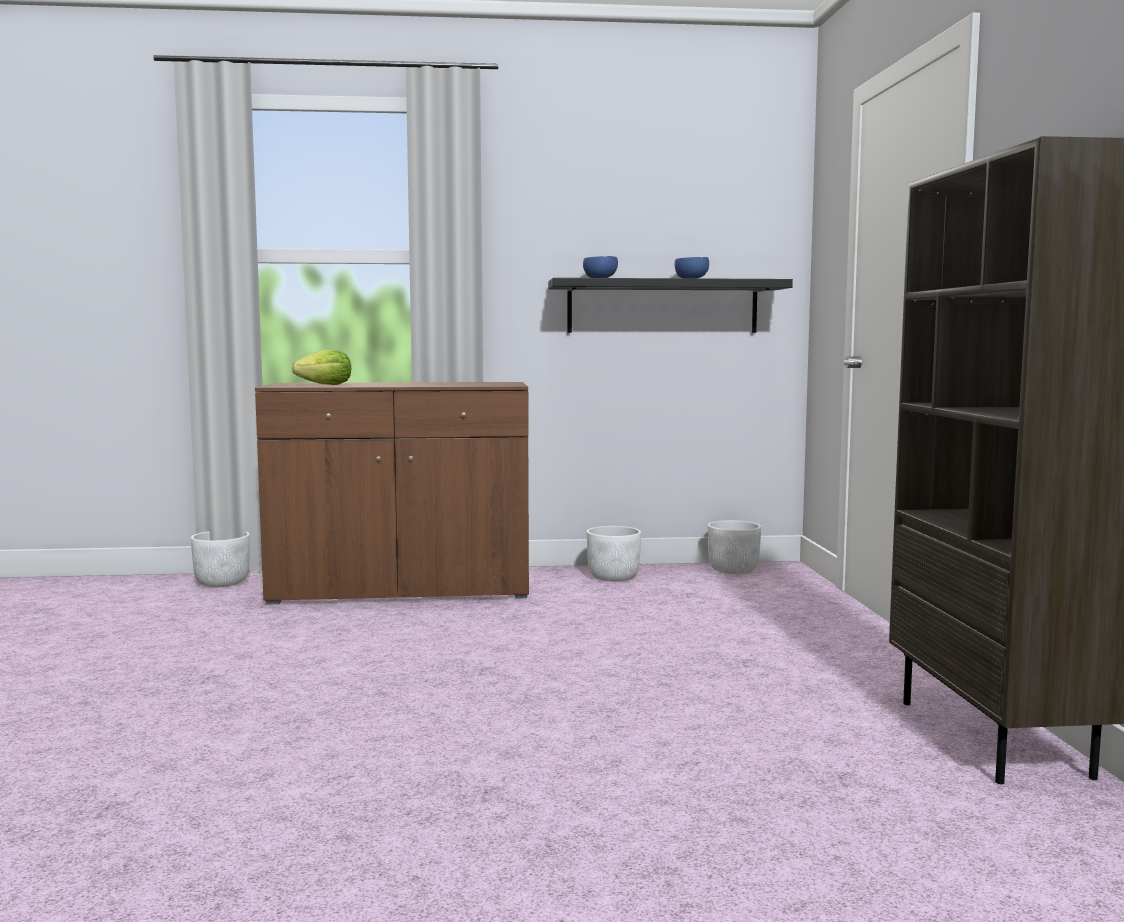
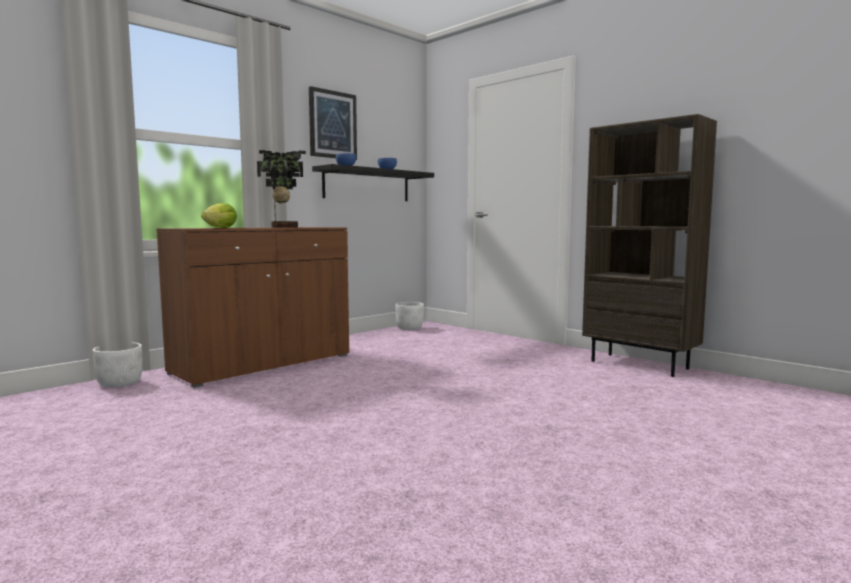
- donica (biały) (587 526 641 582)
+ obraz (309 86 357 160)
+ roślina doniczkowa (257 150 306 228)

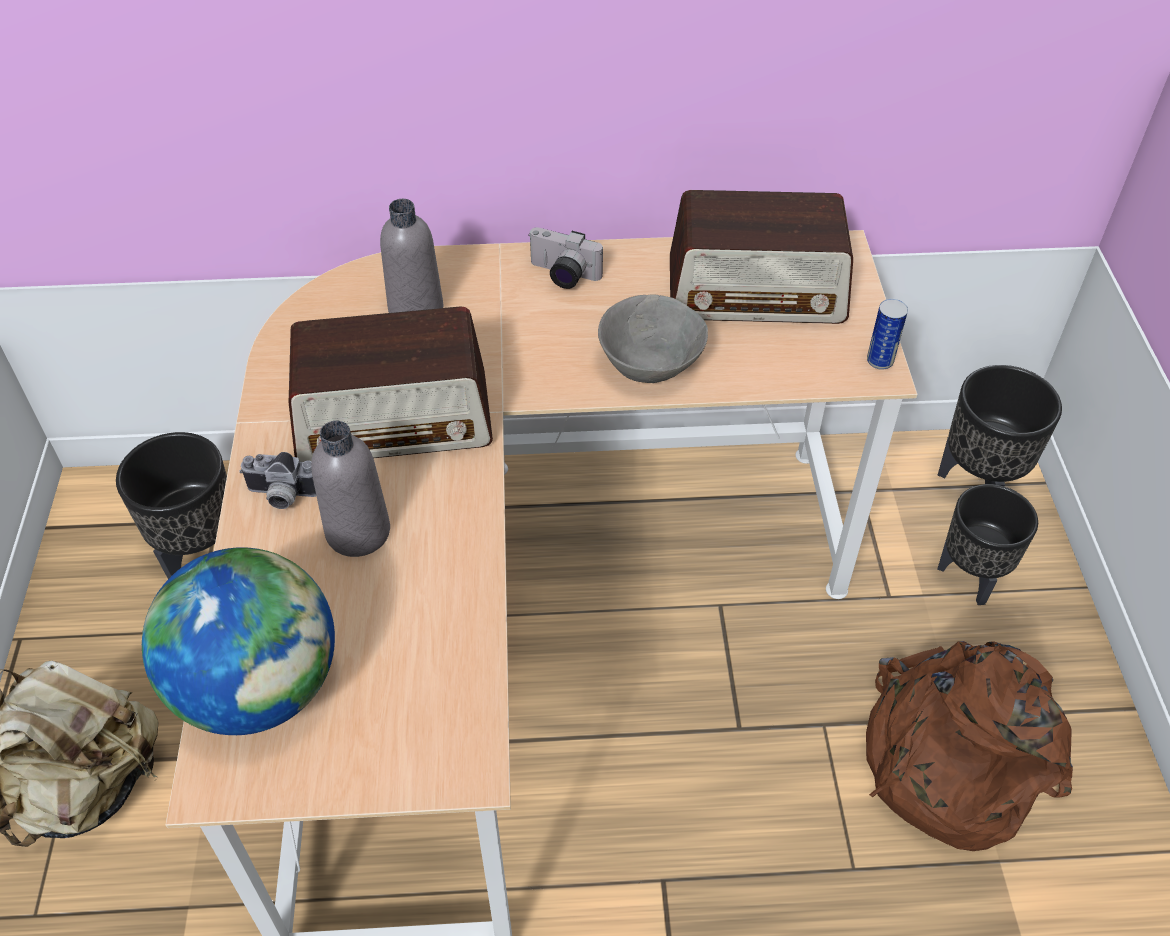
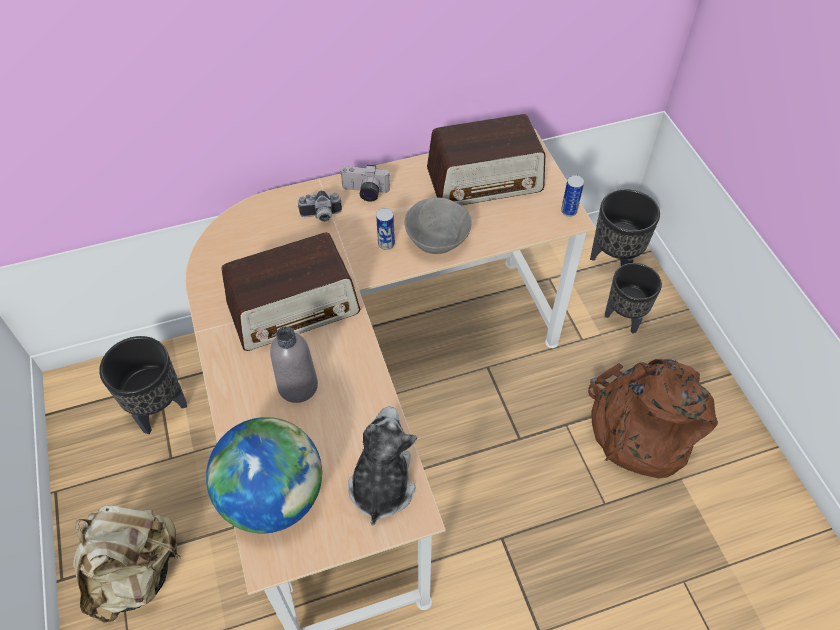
- butelka (szary) (380 199 443 313)
~ aparat fotograficzny (239 452 316 509) to (298 191 342 222)
+ puszka (376 208 395 250)
+ pluszak (348 407 417 526)

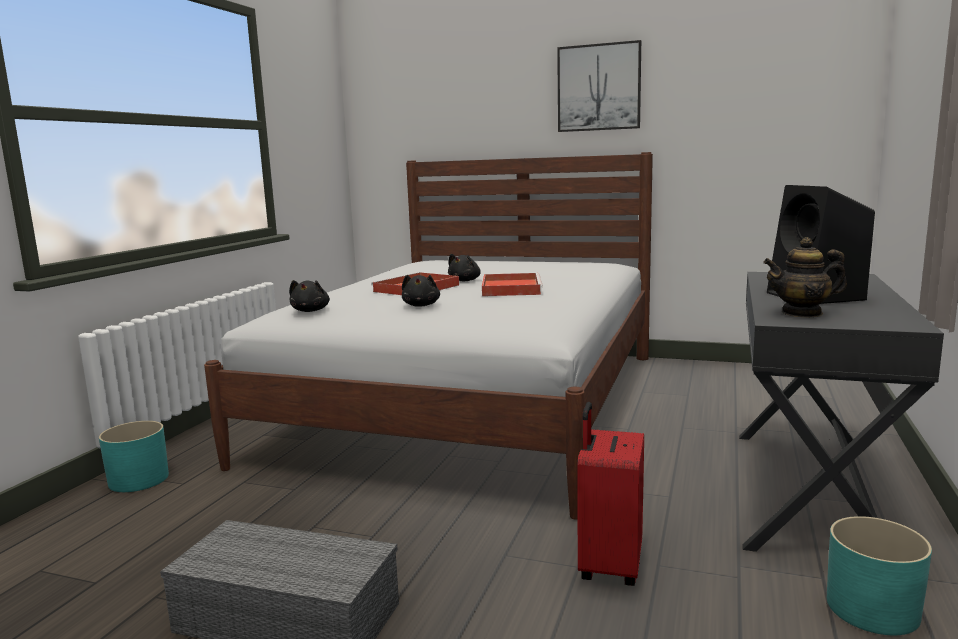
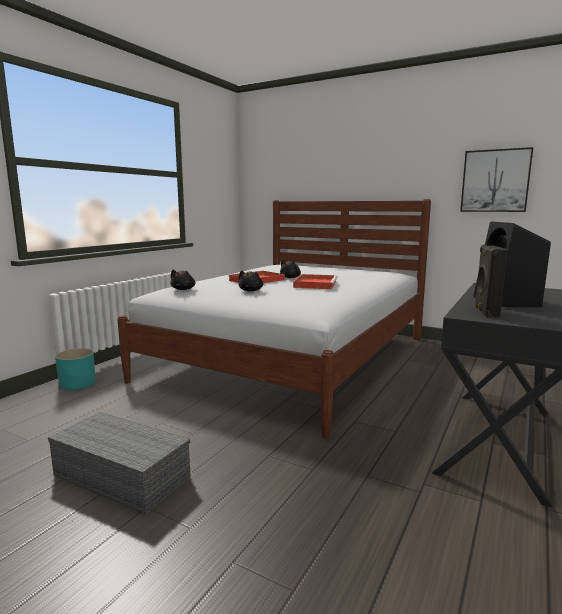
~ obraz (557 40 641 132) to (460 147 533 212)
~ imbryk (763 237 847 317) to głośnik (czarny) (475 245 508 318)
- walizka (czerwony) (577 402 644 586)
- donica (turkusowy) (827 516 932 635)

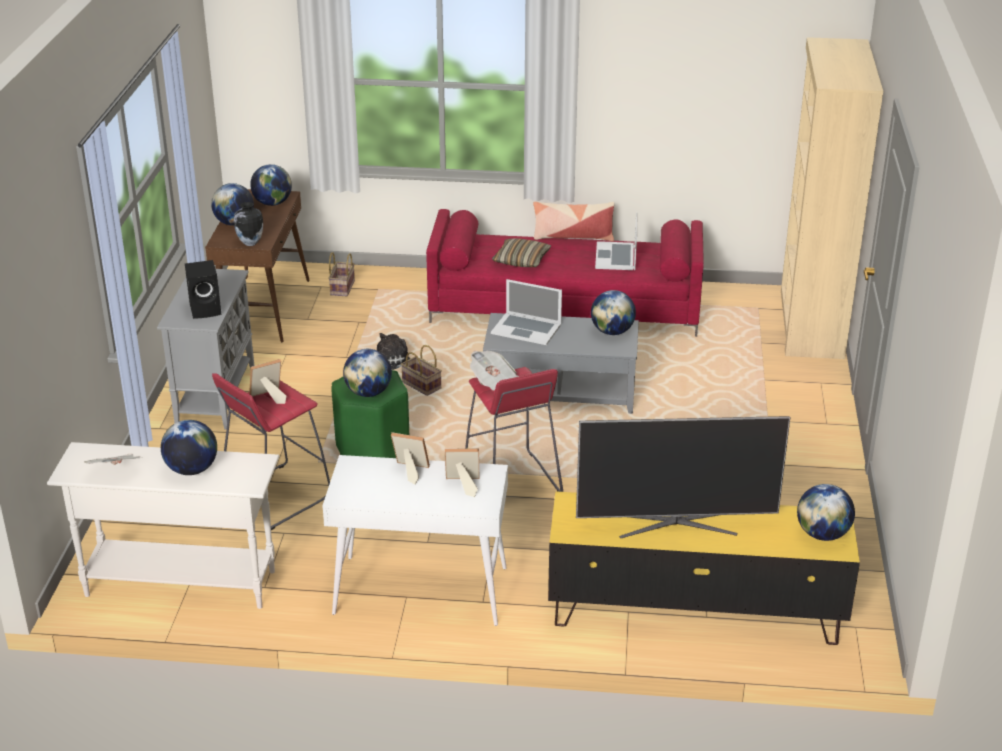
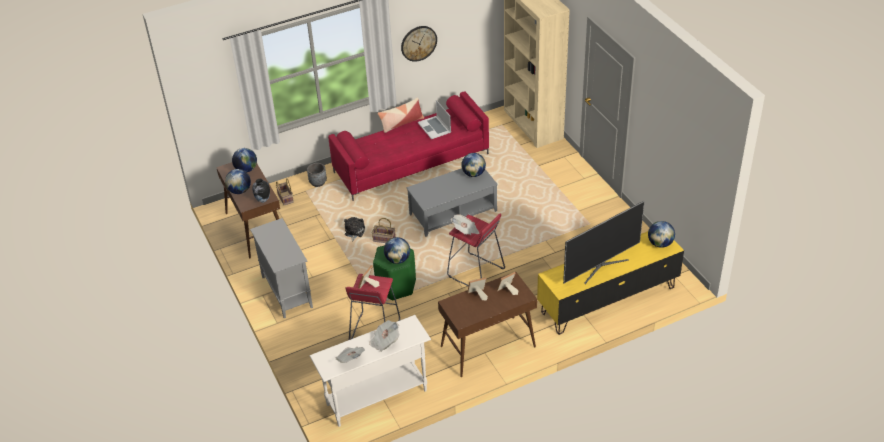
- poduszka (492 238 551 267)
- głośnik (czarny) (185 260 222 319)
- laptop (491 279 562 345)
~ globus (161 420 217 475) to gazeta (369 320 400 352)
~ stolik konsolowy (biały) (322 455 508 626) to stolik konsolowy (brązowy) (438 272 537 377)
+ zegar ścienny (401 26 437 62)
+ donica (szary) (307 163 327 187)

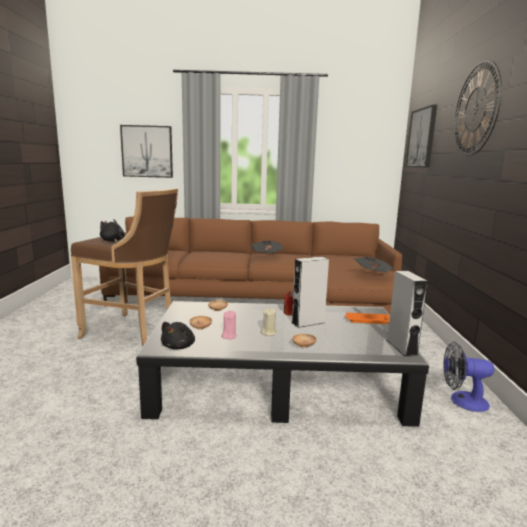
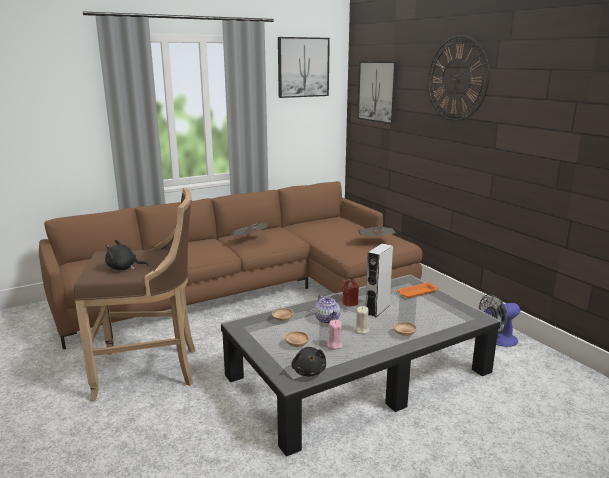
~ obraz (120 125 173 178) to (278 37 330 98)
- głośnik (szary) (387 271 428 357)
+ imbryk (315 295 340 324)

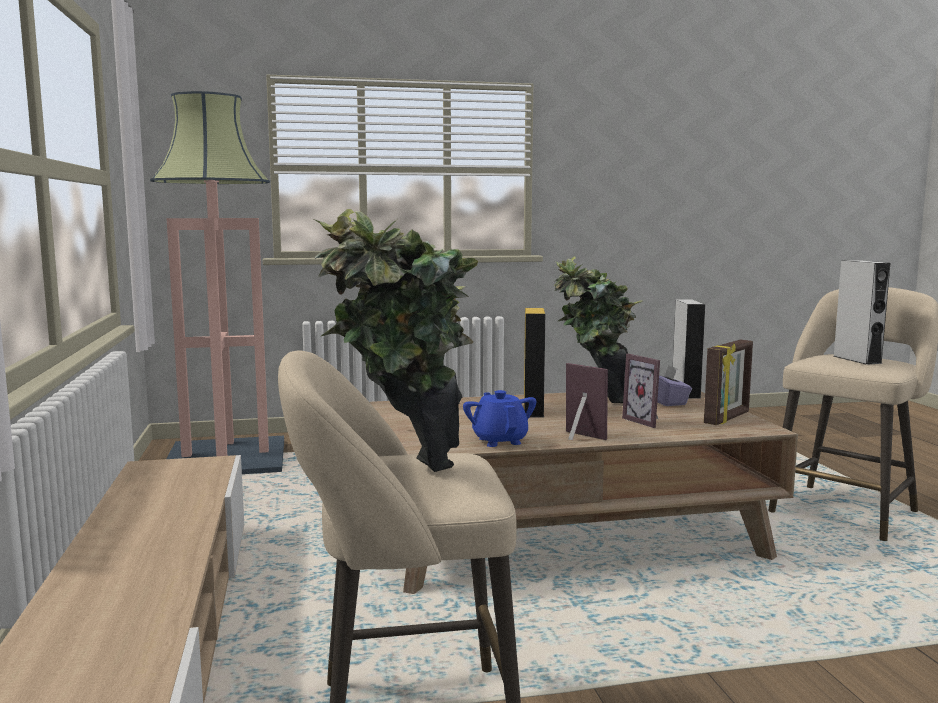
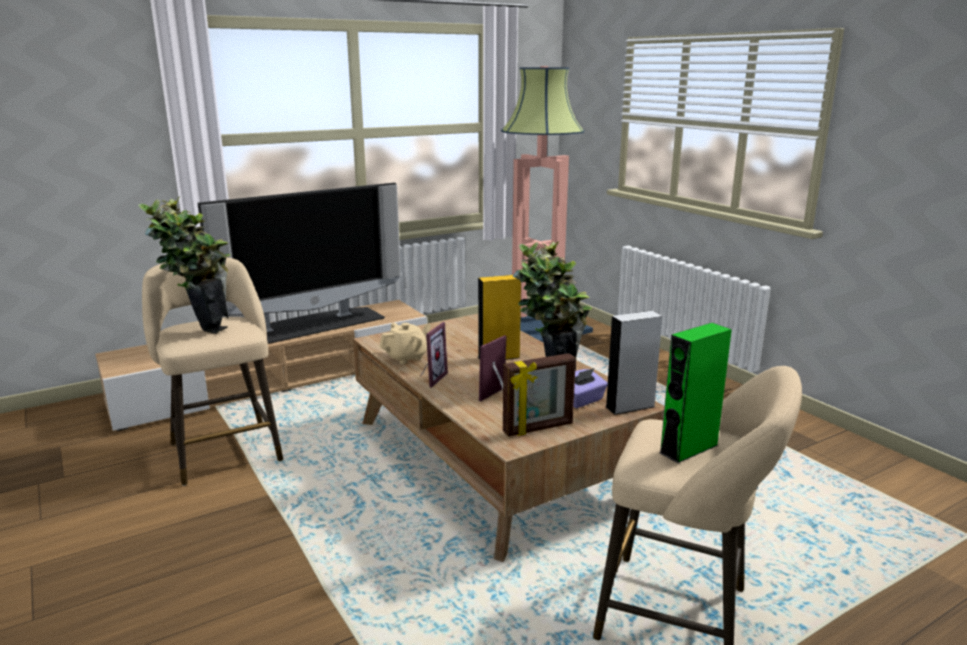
~ głośnik (szary) (833 260 890 365) to głośnik (zielony) (659 323 732 463)
~ ramka na zdjęcie (704 340 753 425) = (503 353 576 437) 45 degrees counterclockwise
~ imbryk (niebieski) (463 390 536 447) to imbryk (beżowy) (379 323 431 364)
+ telewizor (197 183 401 344)

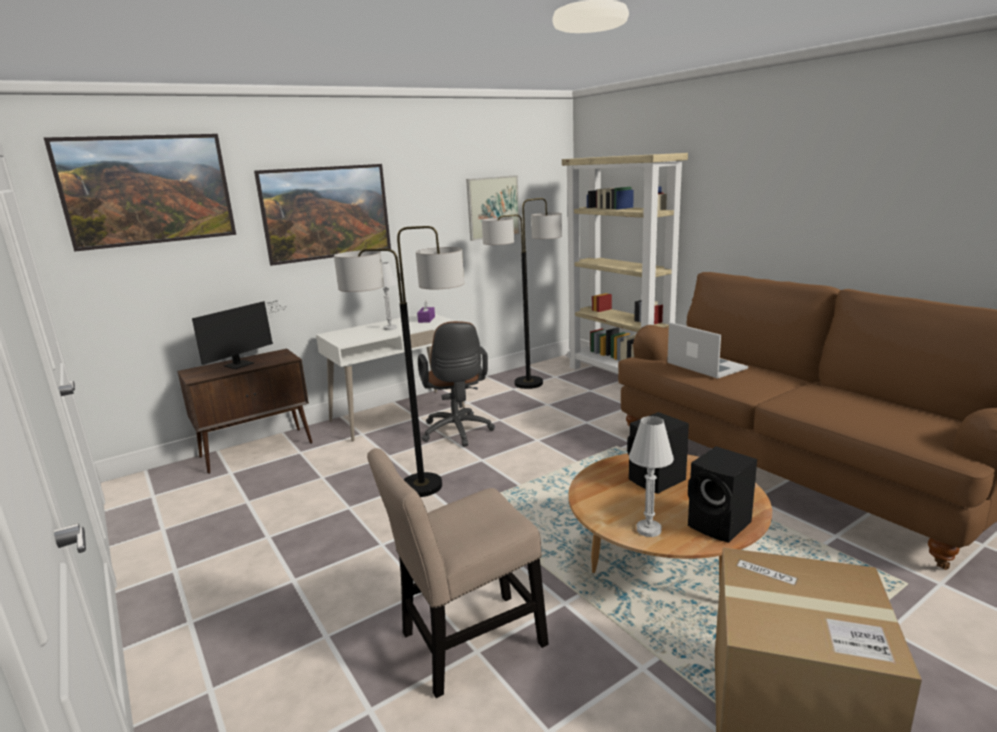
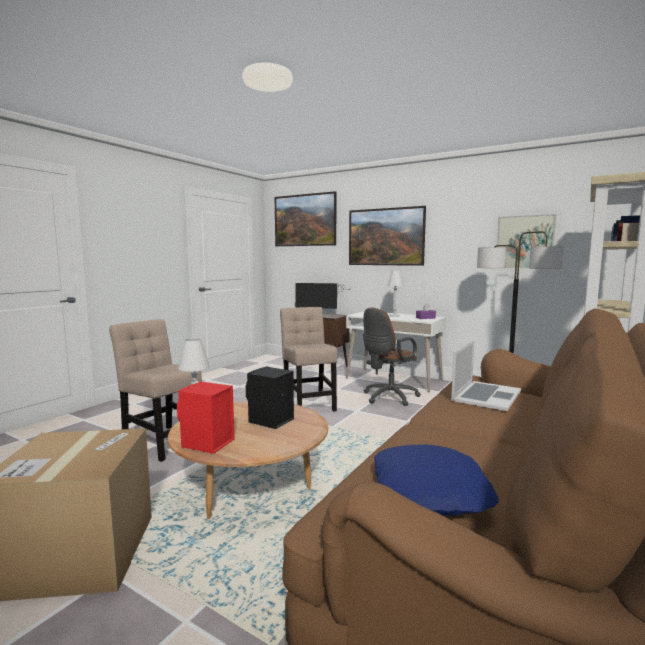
~ lampa stojąca (334 226 465 497) to krzesło (beżowy) (280 307 337 411)
~ głośnik (czarny) (688 446 757 543) to głośnik (czerwony) (177 381 235 454)
+ poduszka (niebieski) (374 445 499 516)

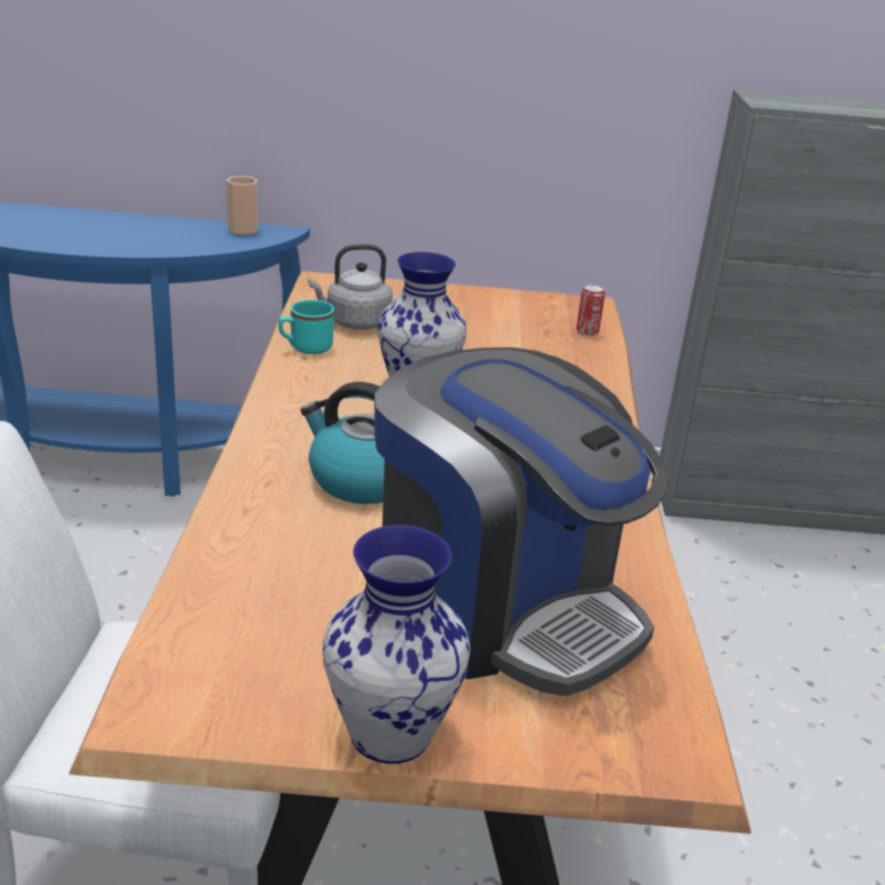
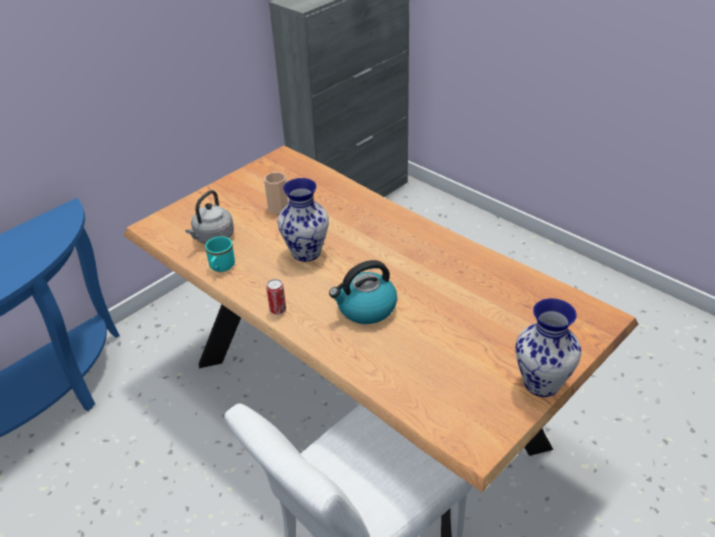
~ filiżanka (226 176 258 235) to (264 172 289 214)
~ puszka (576 284 605 336) to (266 279 286 315)
- ekspres do kawy (374 347 669 696)

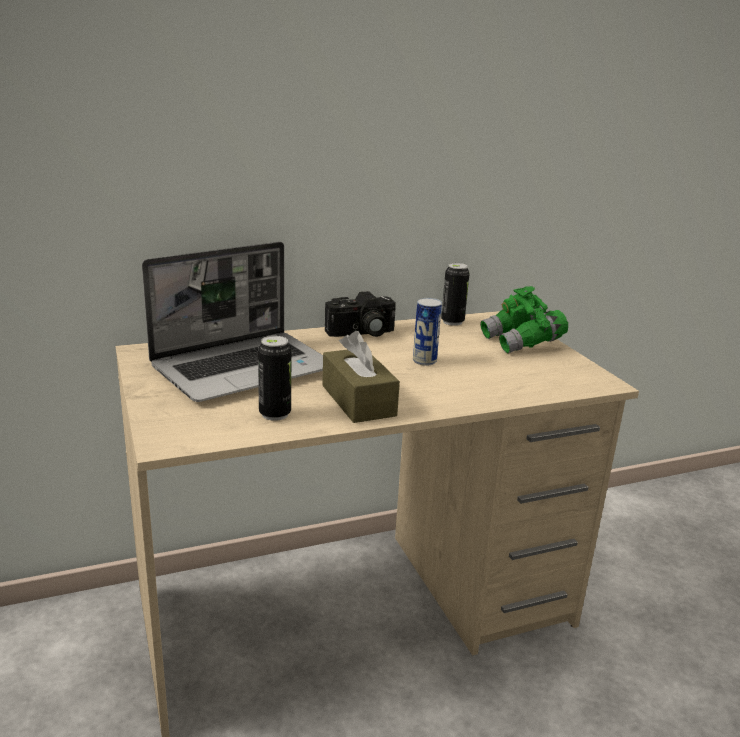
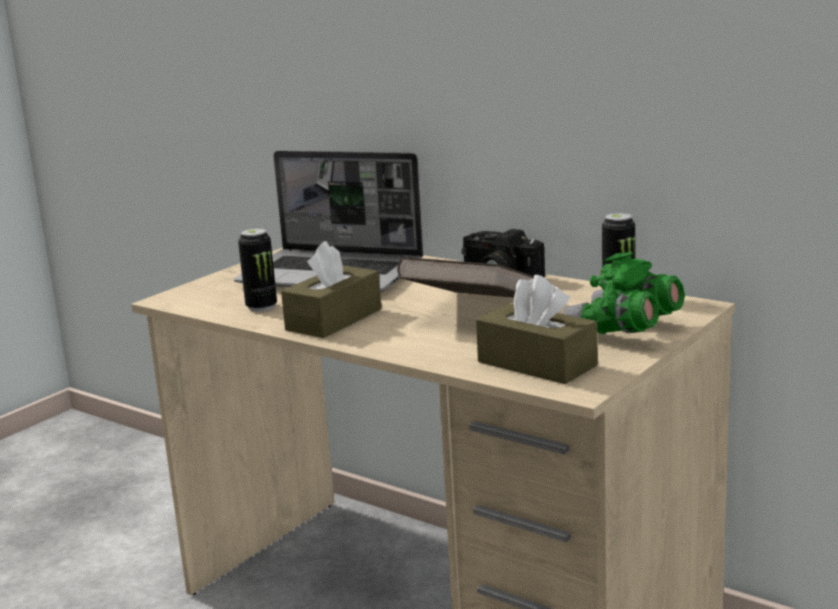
~ puszka (413 298 442 366) to książka (brązowy) (397 257 534 298)
+ pudełko chusteczek (brązowy) (476 275 598 384)

